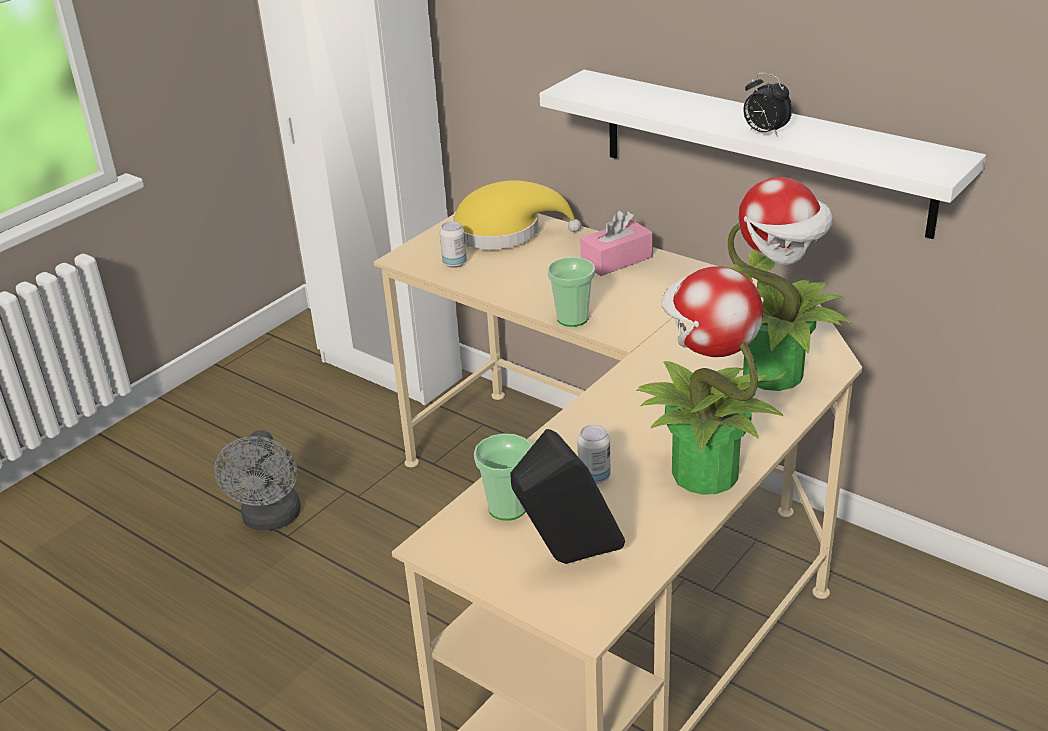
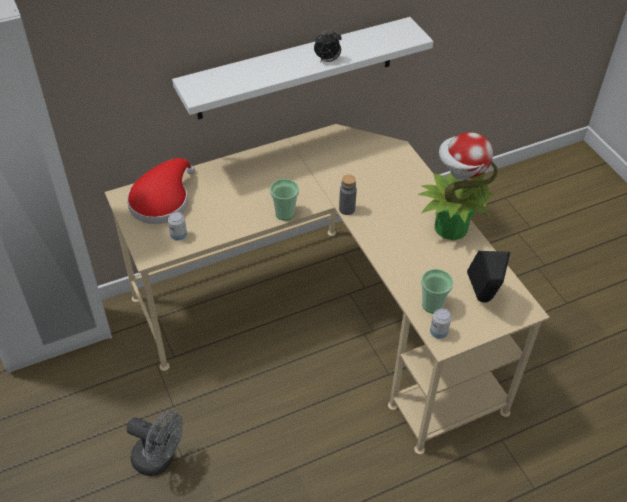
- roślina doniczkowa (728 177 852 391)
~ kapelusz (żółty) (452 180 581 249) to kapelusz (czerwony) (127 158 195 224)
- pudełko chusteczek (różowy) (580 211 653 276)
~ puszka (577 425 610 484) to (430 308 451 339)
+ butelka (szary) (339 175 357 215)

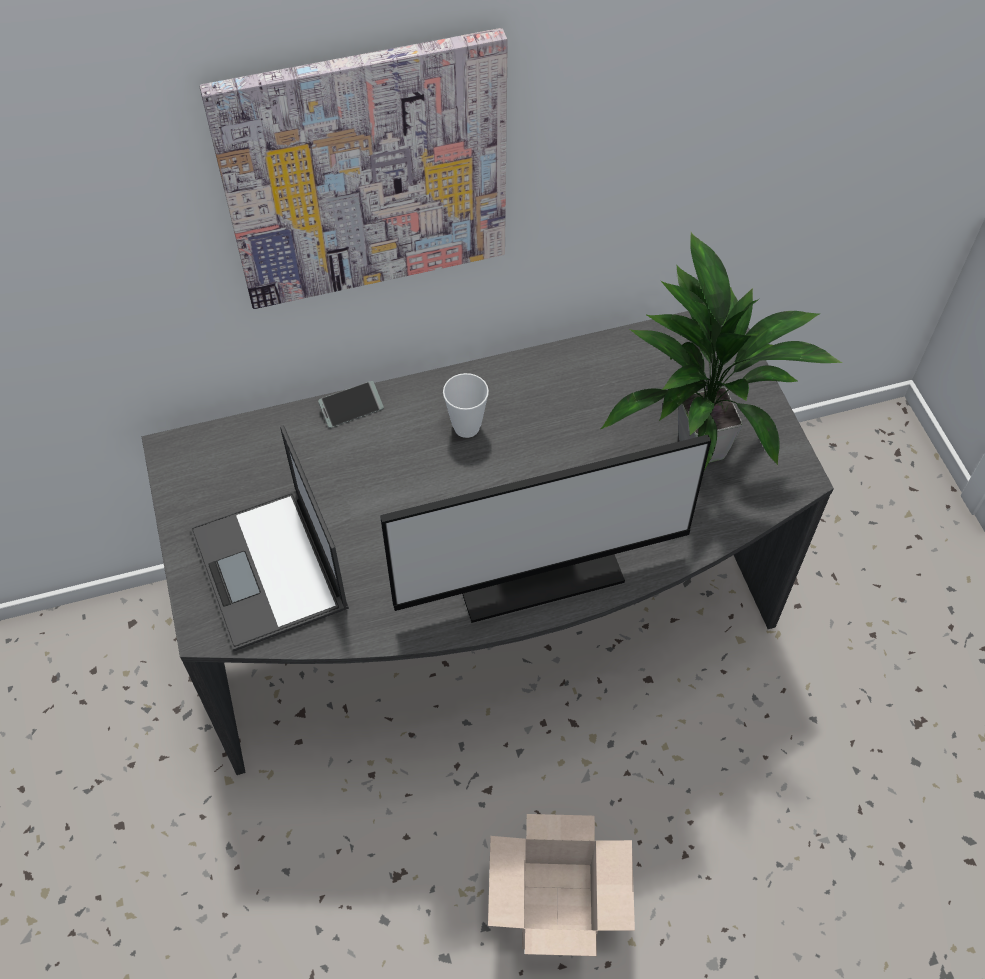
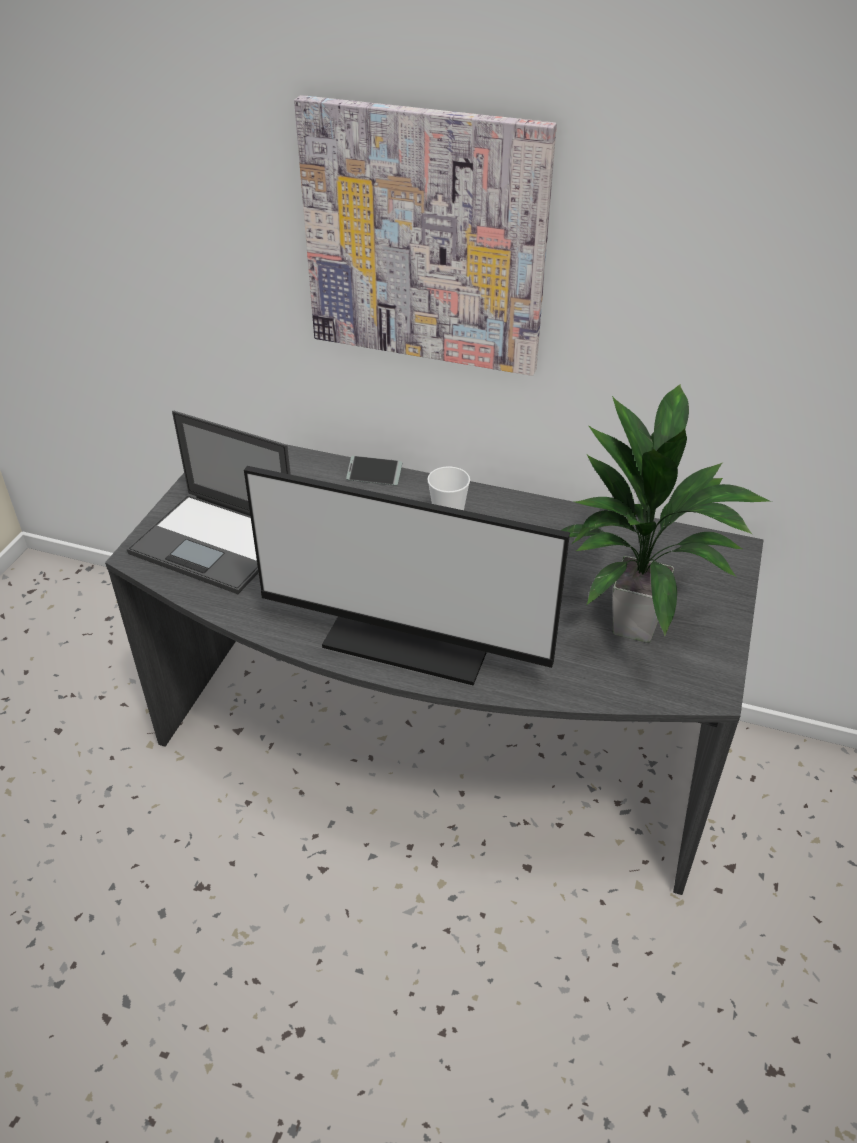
~ laptop (190 425 349 651) = (127 411 291 594) 75 degrees counterclockwise
- karton (488 814 635 956)

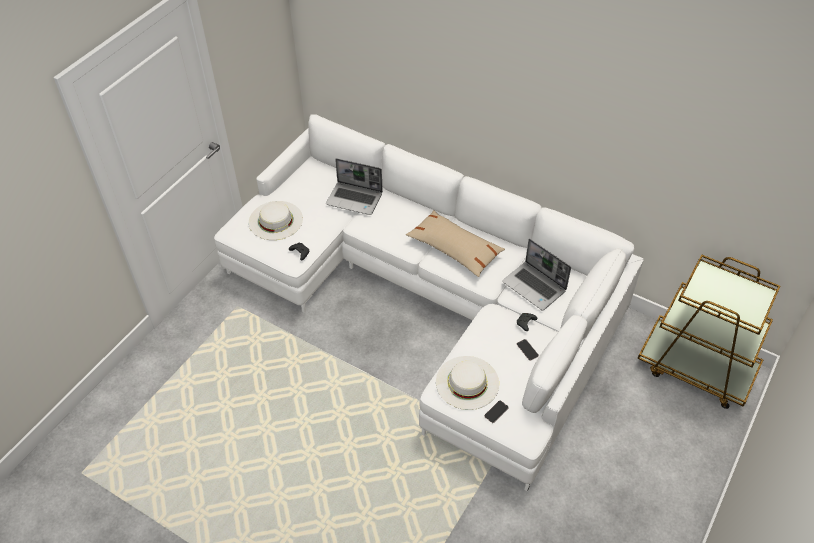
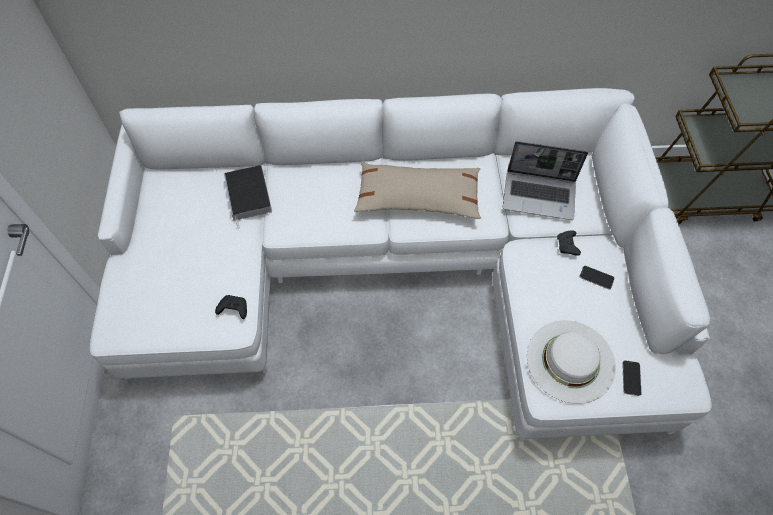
~ laptop (326 158 383 215) to książka (224 165 272 228)
- kapelusz (biały) (249 201 303 240)

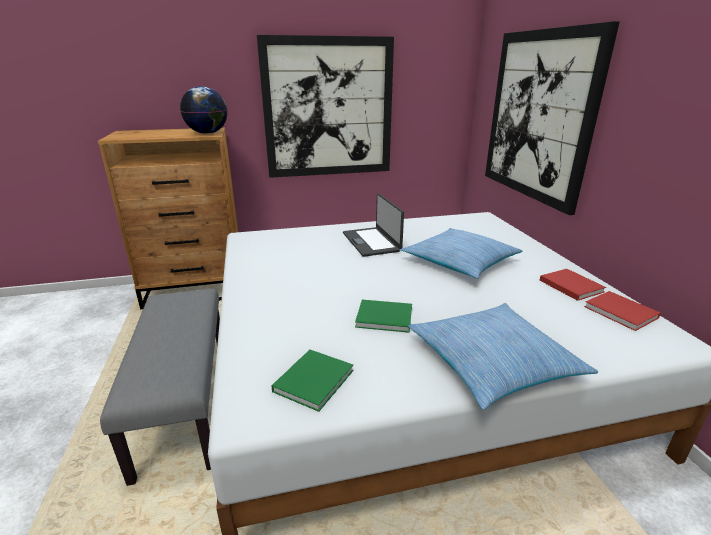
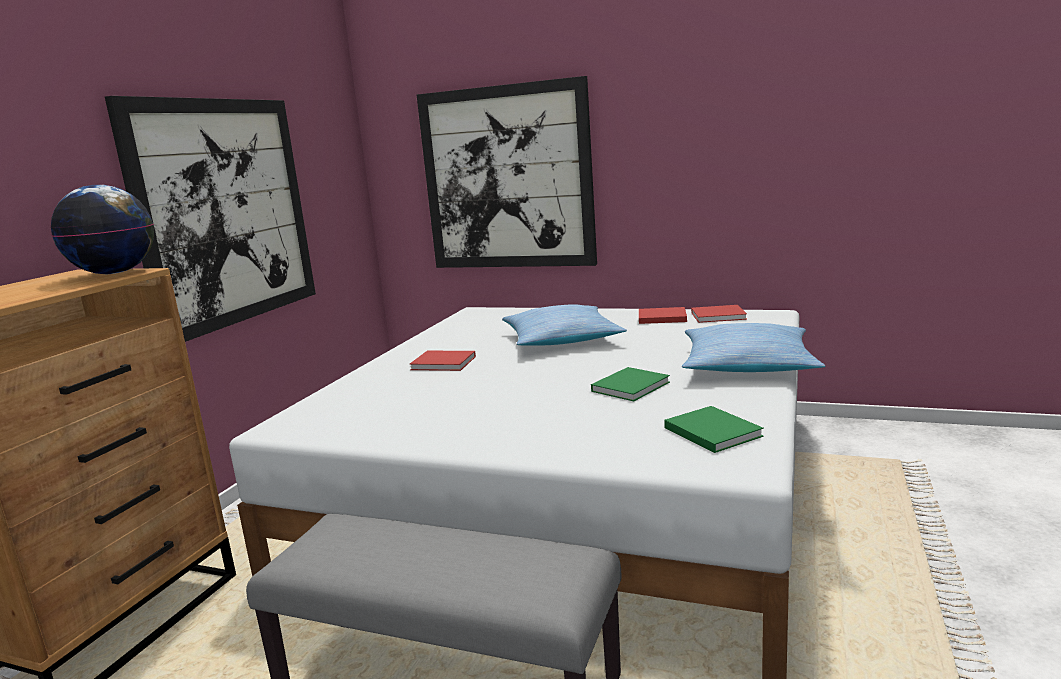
~ laptop (343 193 404 257) to książka (czerwony) (410 351 476 371)

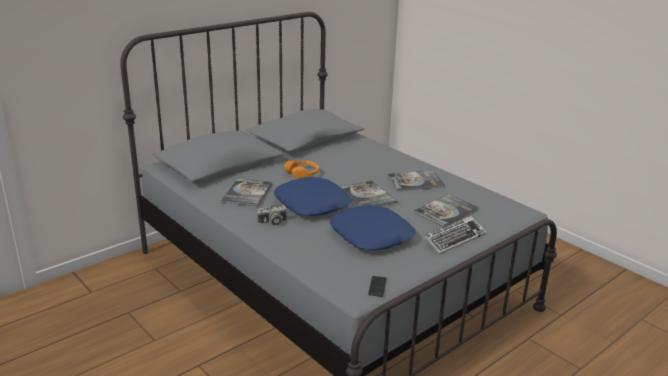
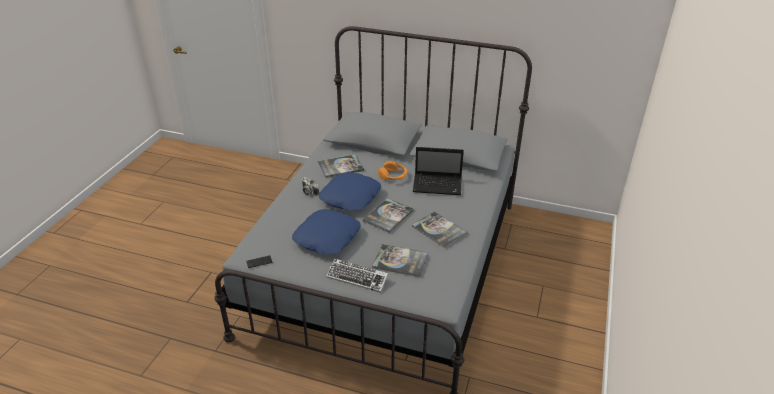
+ laptop (413 147 464 195)

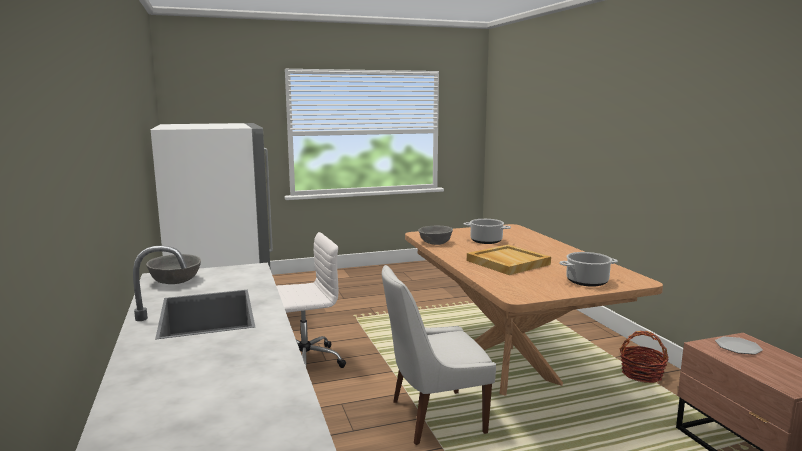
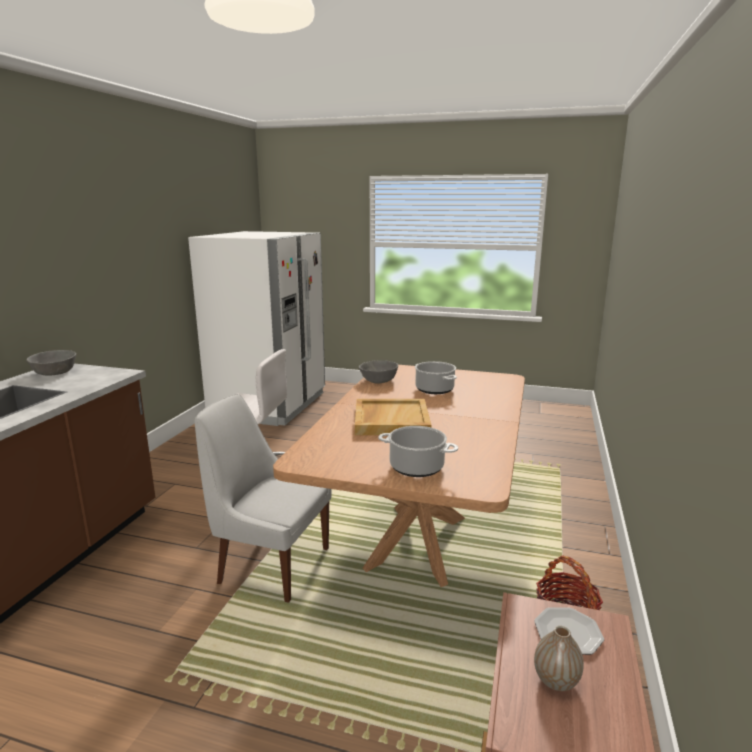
+ wazon (534 626 584 691)

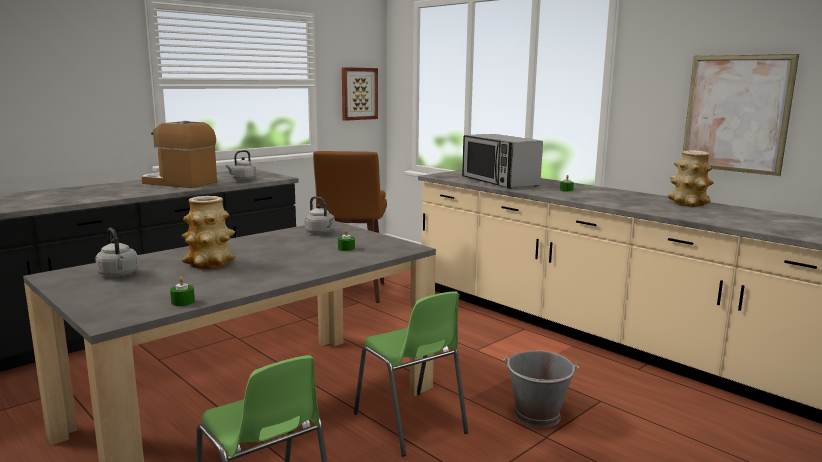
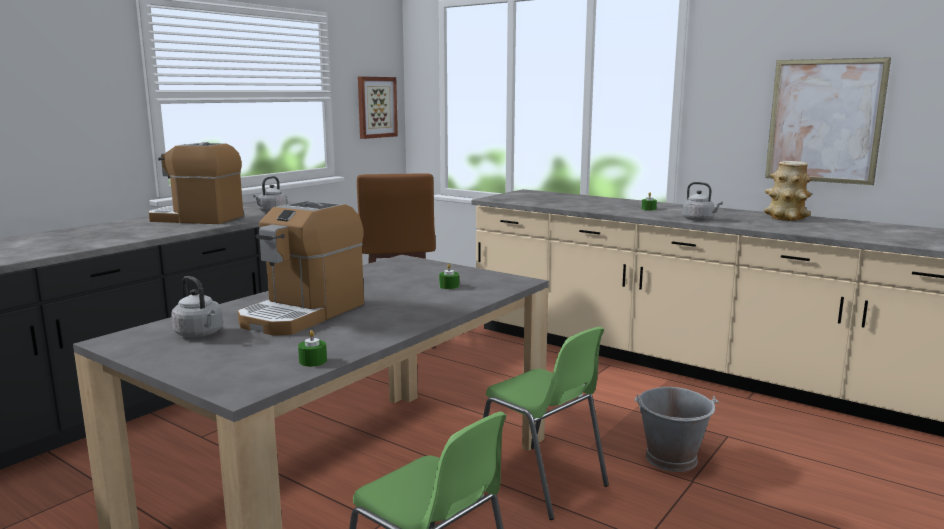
- mikrofalówka (462 134 543 189)
~ wazon (181 196 235 269) to ekspres do kawy (238 201 364 336)
~ czajnik (szary) (304 196 335 235) to (682 182 723 221)

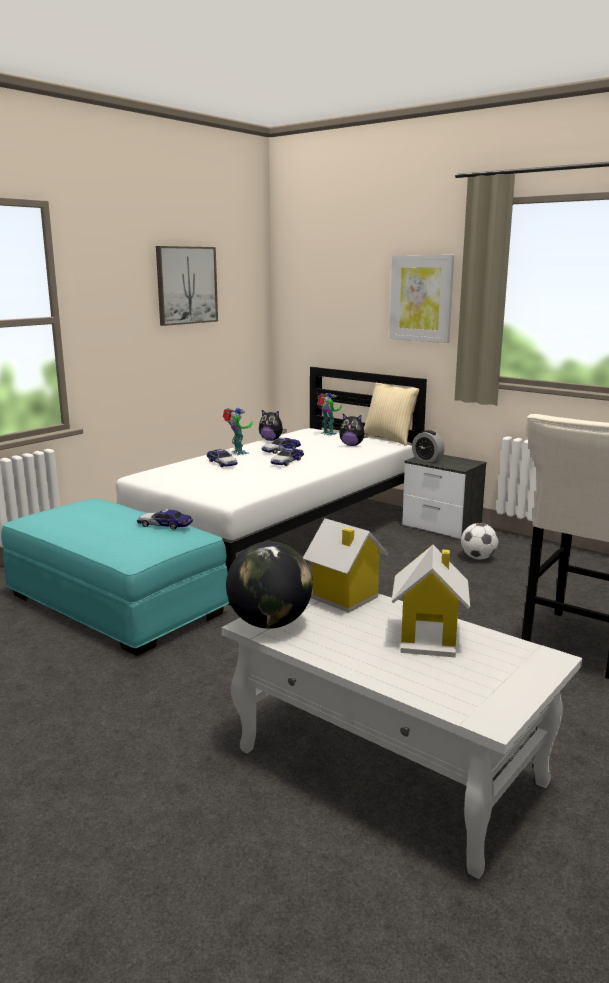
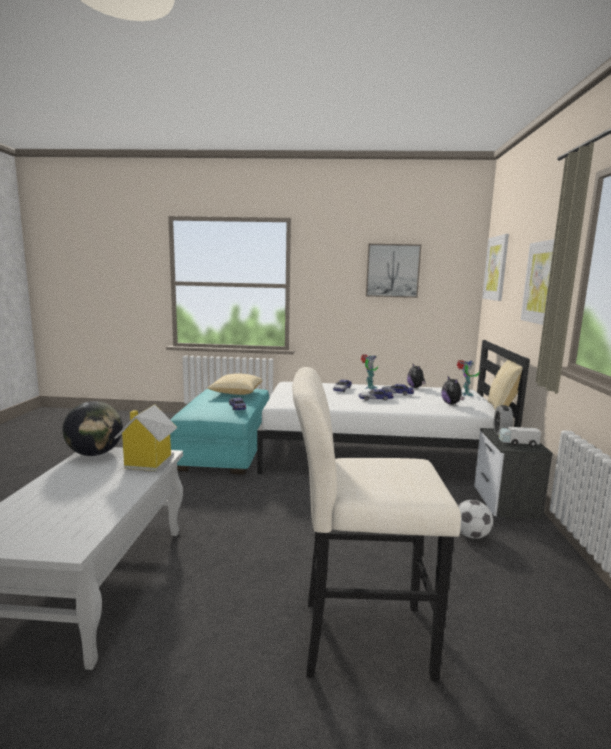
- domek (391 545 470 658)
+ obraz (482 234 509 301)
+ poduszka (207 374 263 395)
+ ciężarówka zabawkowa (499 427 541 447)

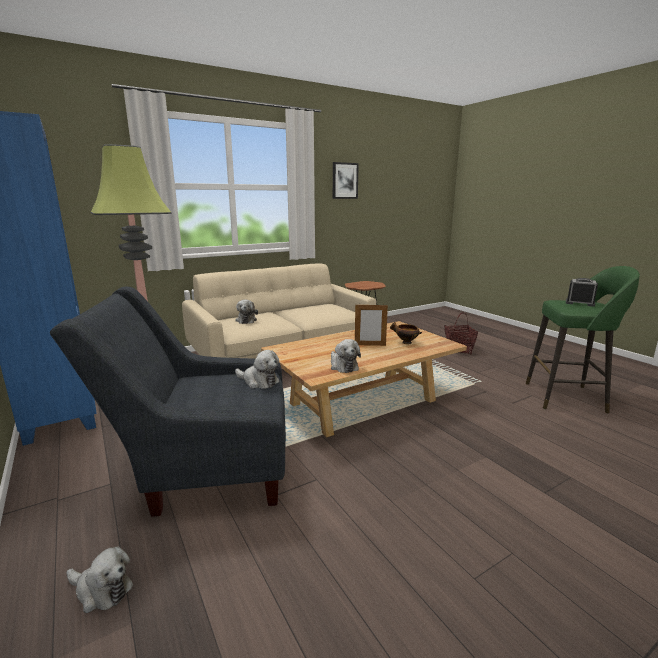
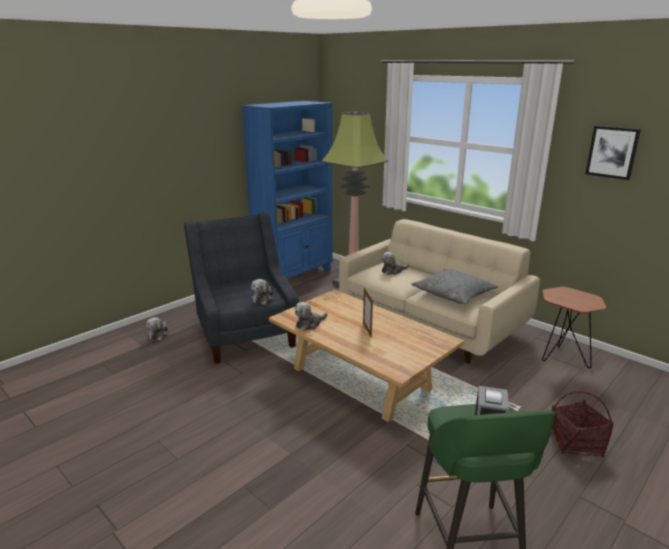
- miska (390 322 422 344)
+ poduszka (szary) (411 269 498 304)

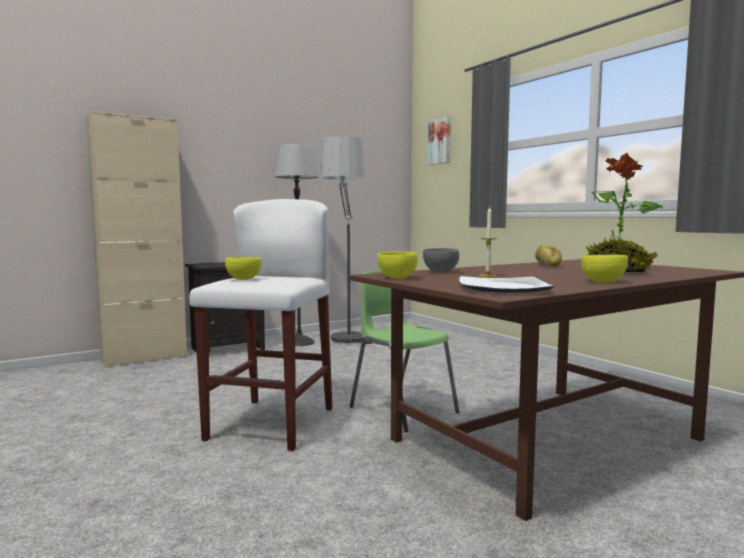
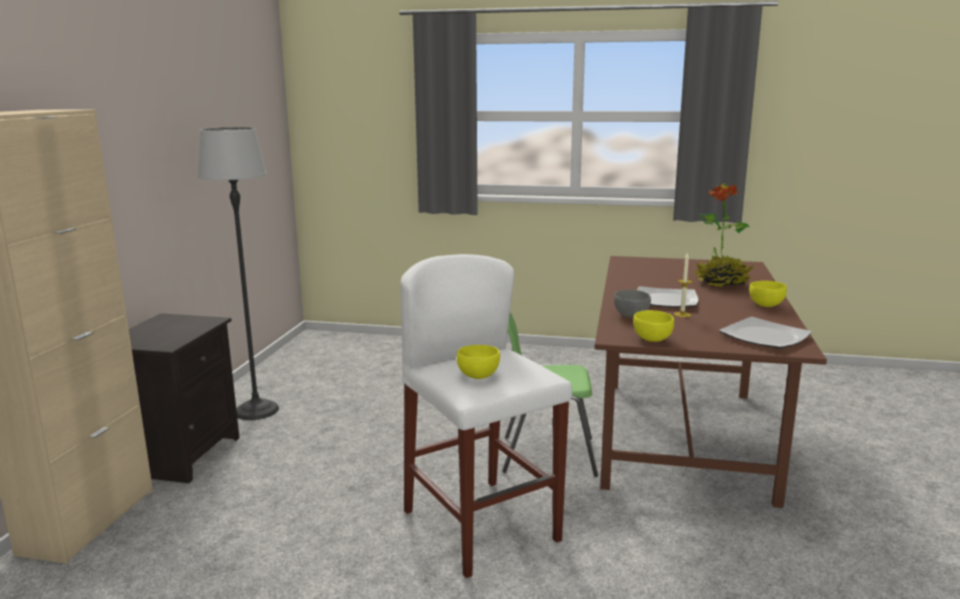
- obraz (428 117 451 165)
- lampa stojąca (321 136 372 346)
- chleb (535 245 562 267)
+ talerz (637 286 698 308)

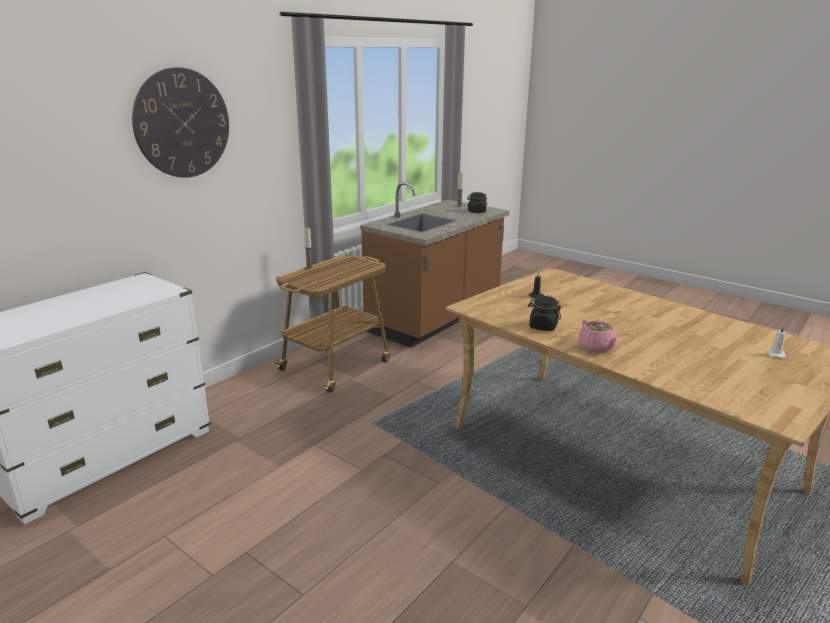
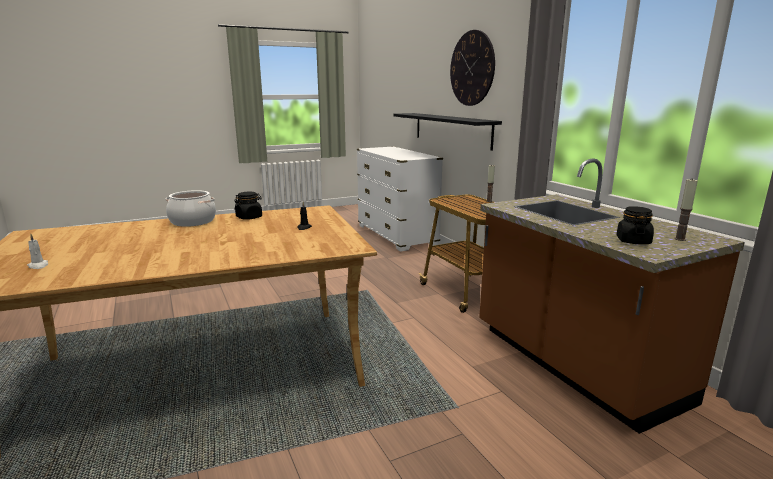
~ imbryk (różowy) (578 319 617 352) to garnek (166 190 216 227)
+ półka (czarny) (393 113 502 151)

